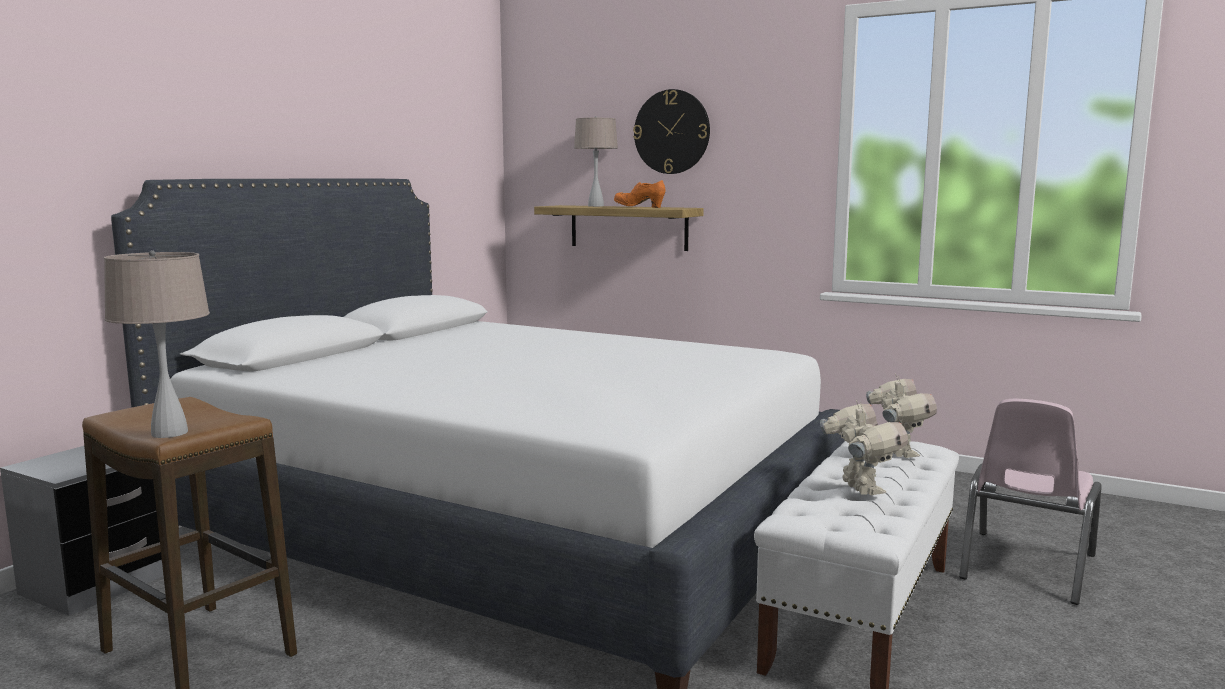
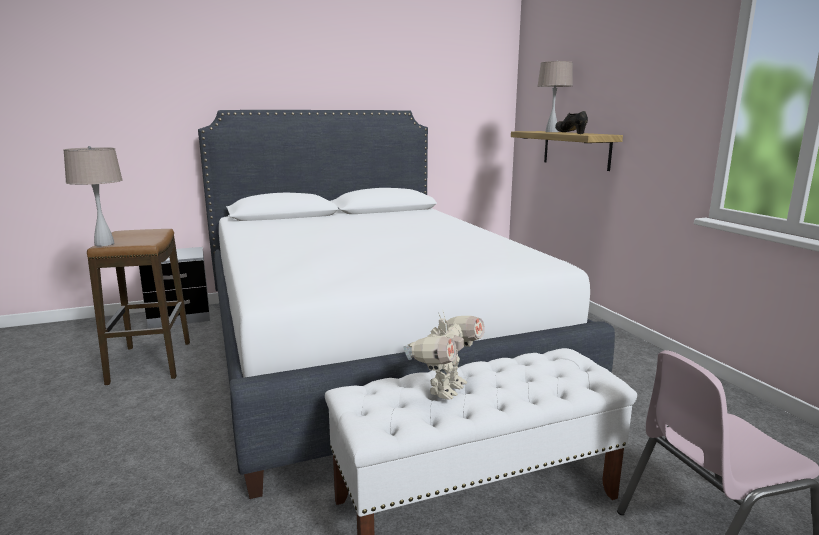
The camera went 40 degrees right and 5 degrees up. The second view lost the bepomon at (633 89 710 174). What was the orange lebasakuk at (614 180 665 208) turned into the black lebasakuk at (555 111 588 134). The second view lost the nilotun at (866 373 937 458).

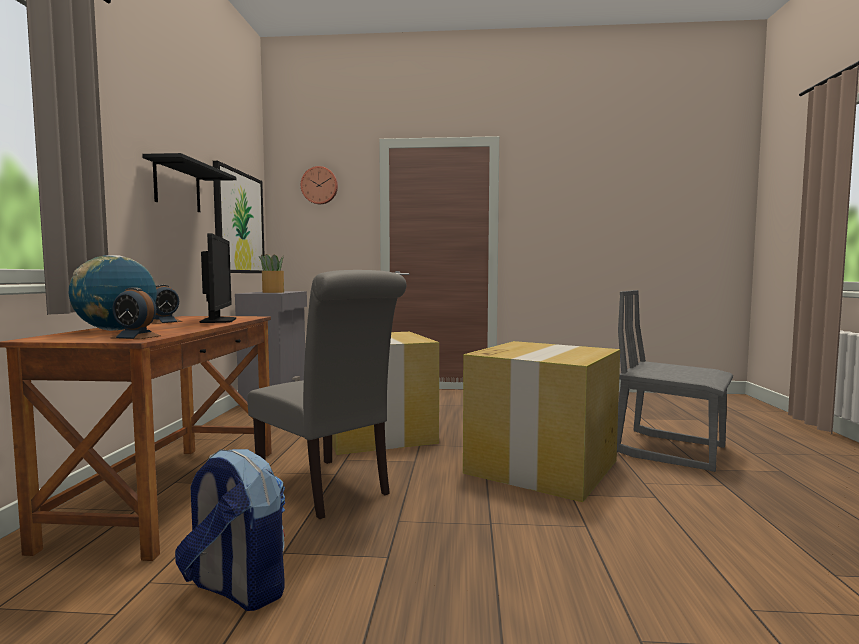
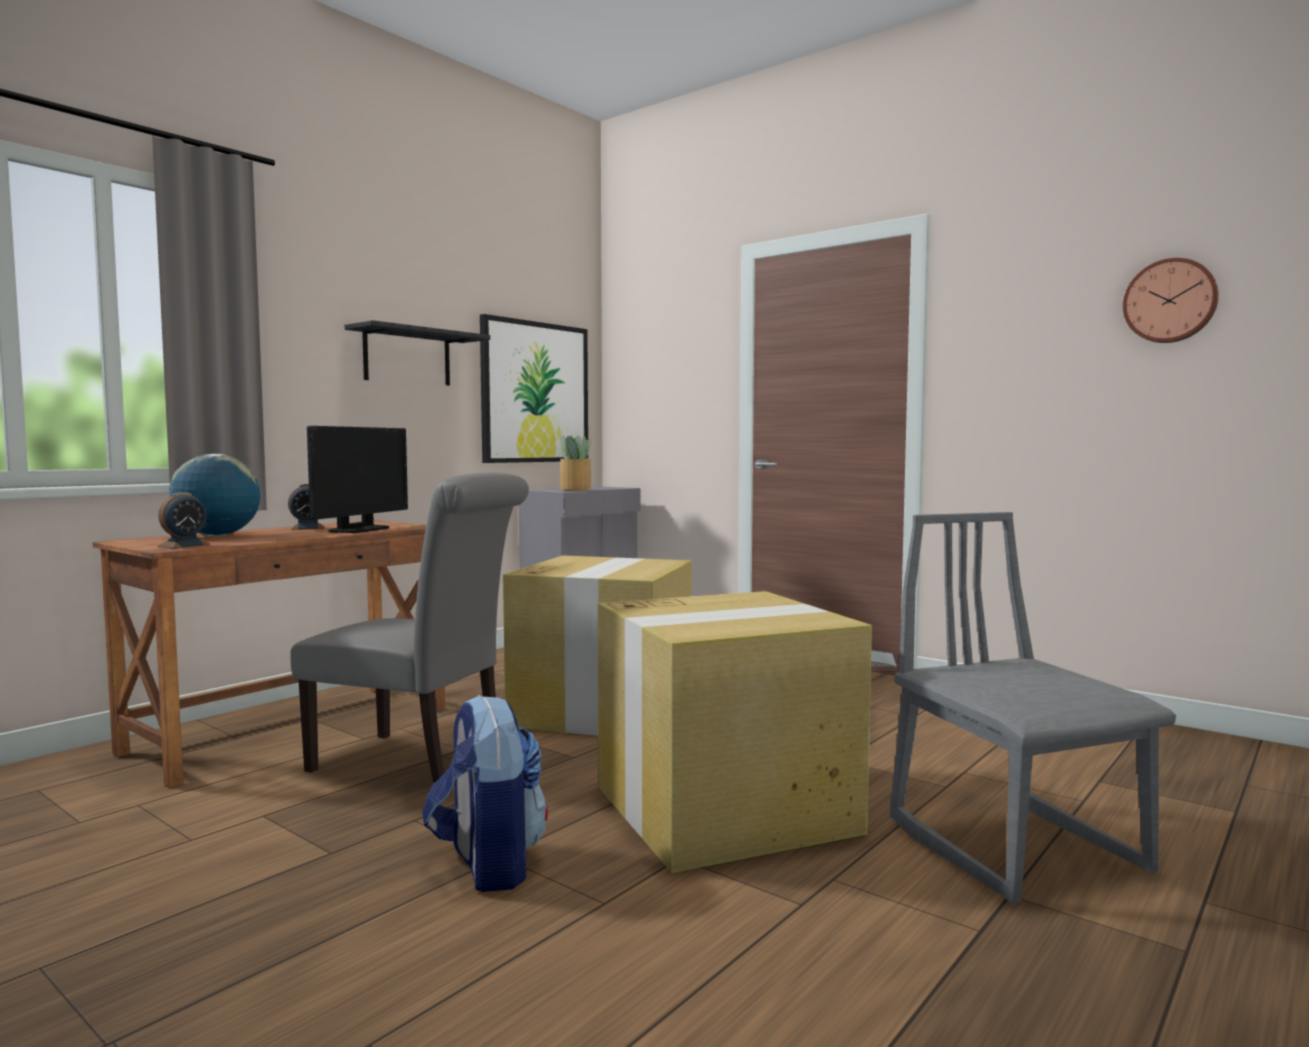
The camera went 35 degrees right and 0 degrees up. The bepomon ended up elsewhere, having gone from (301 166 338 204) to (1122 258 1219 343). The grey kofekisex at (248 270 406 519) ended up facing another way, 60 degrees counterclockwise from before. The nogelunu at (111 287 161 339) ended up facing another way, 105 degrees counterclockwise from before. The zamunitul ended up elsewhere, having gone from (175 449 285 611) to (422 694 548 892).

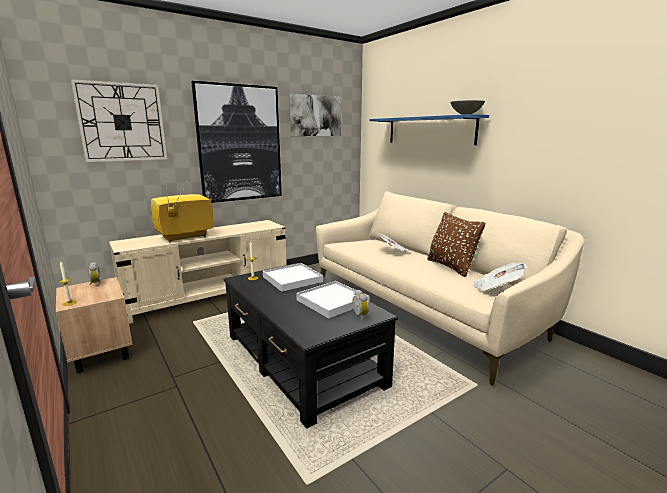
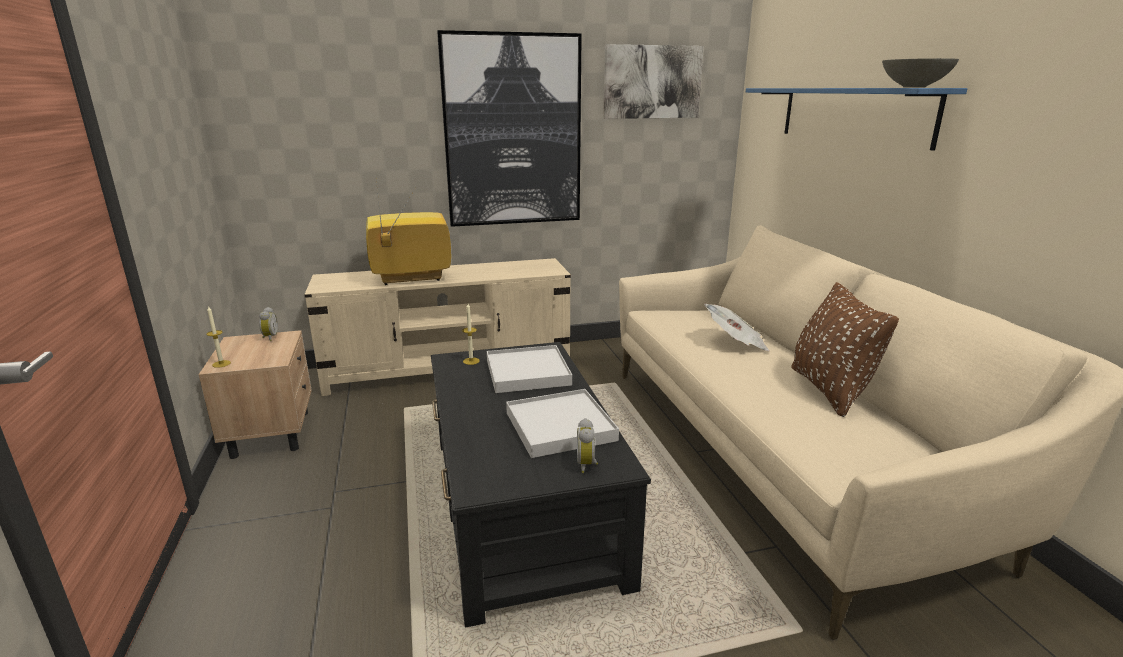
The camera went 20 degrees right and 5 degrees up. The second view lost the bepomon at (71 79 167 162). The second view lost the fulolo at (471 263 527 291).

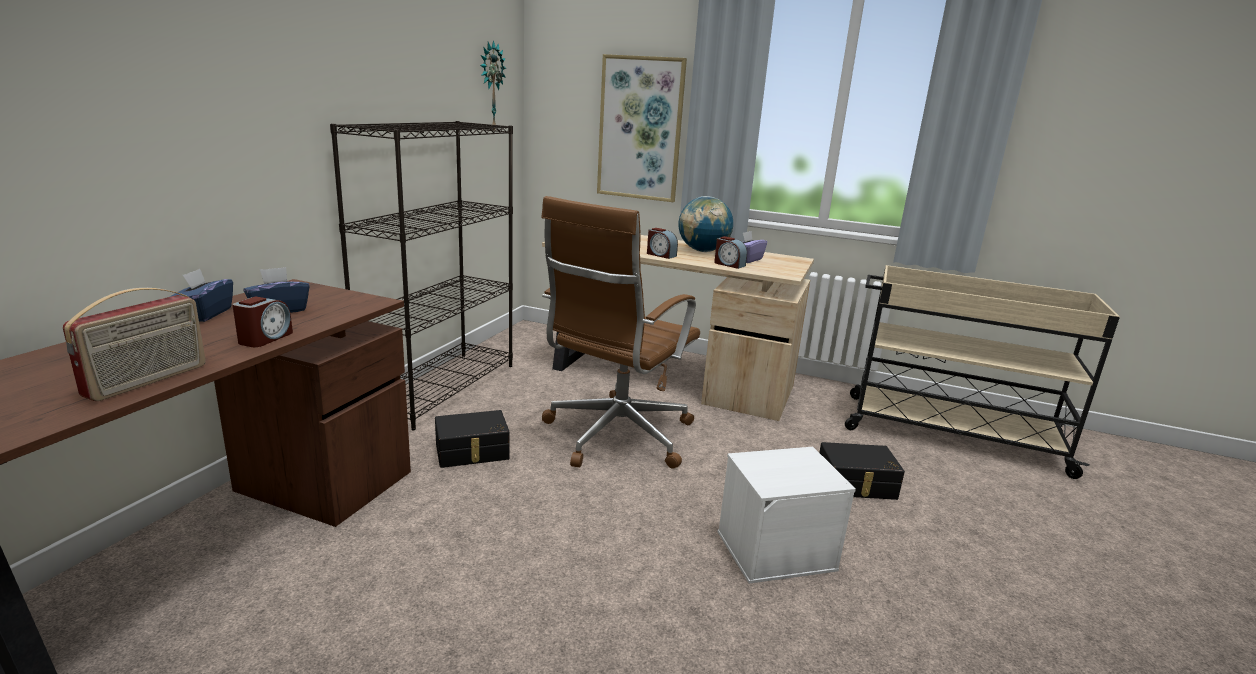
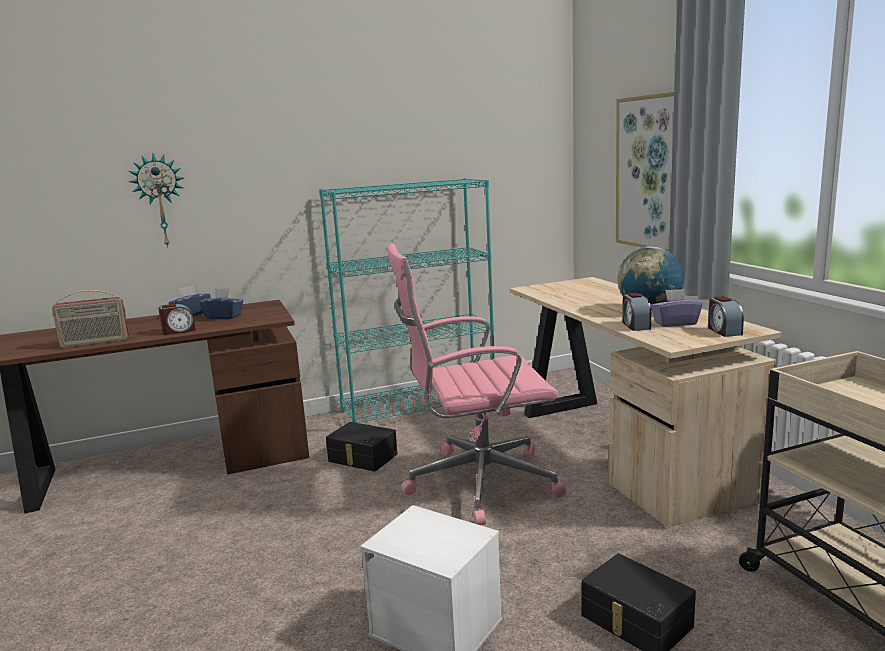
The camera went 50 degrees right and 5 degrees down. The bepomon ended up elsewhere, having gone from (480 40 506 130) to (129 153 184 248). What was the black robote at (330 121 513 430) turned into the turquoise robote at (319 178 495 423). What was the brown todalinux at (541 196 700 469) turned into the pink todalinux at (388 243 567 525). The nogelunu ended up elsewhere, having gone from (647 228 678 259) to (708 296 744 337).

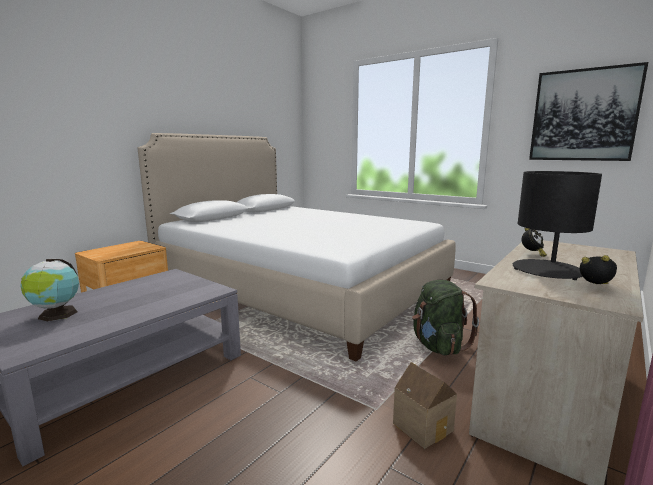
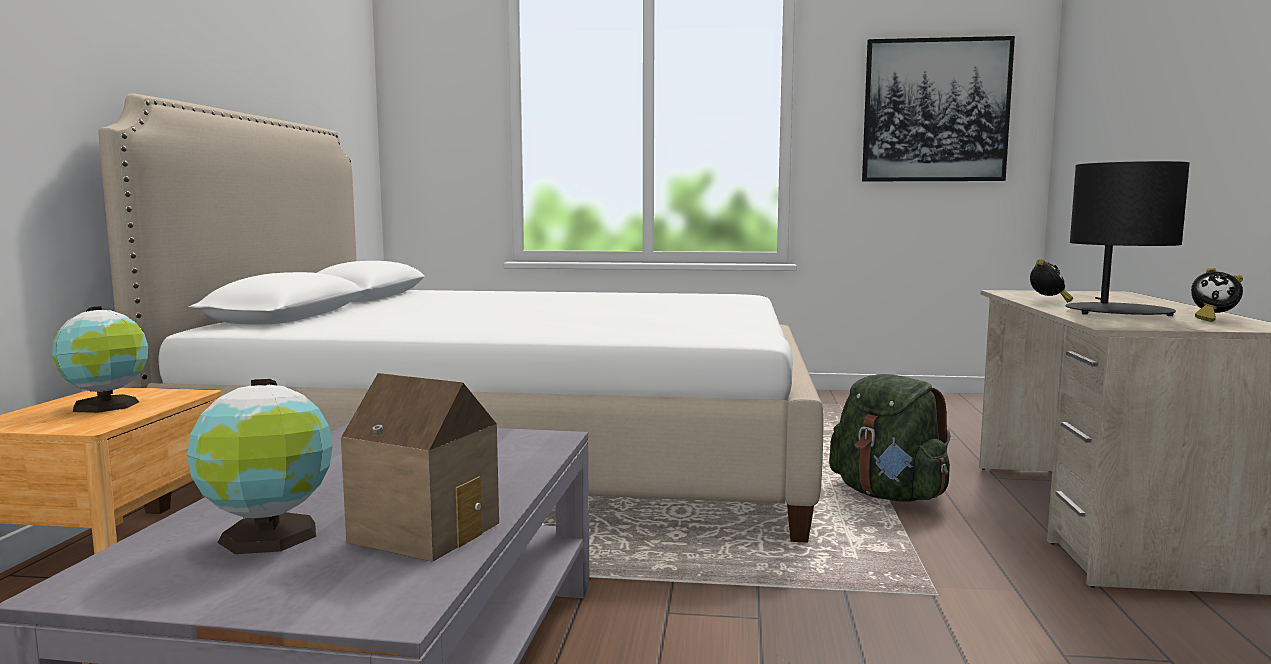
The camera went 30 degrees left and 5 degrees down. The nogelunu at (580 255 617 284) ended up facing another way, 150 degrees counterclockwise from before. The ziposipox ended up elsewhere, having gone from (393 362 457 449) to (341 373 499 562). The second view gained the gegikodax at (52 306 148 413).

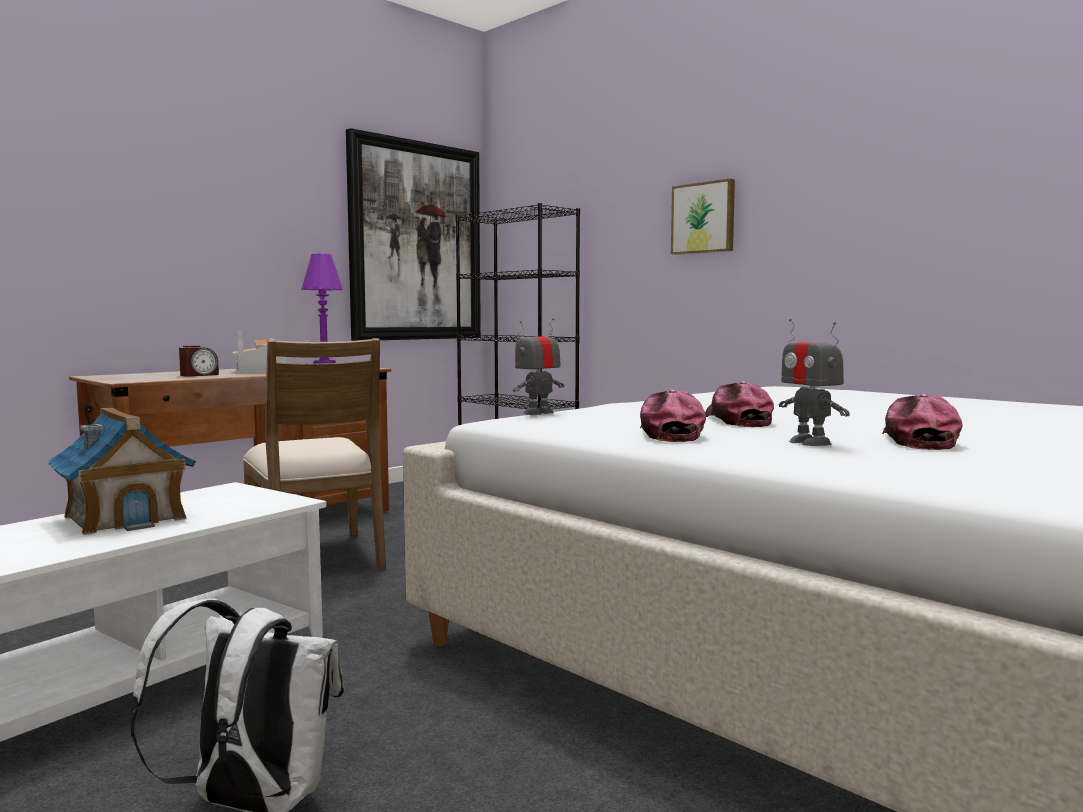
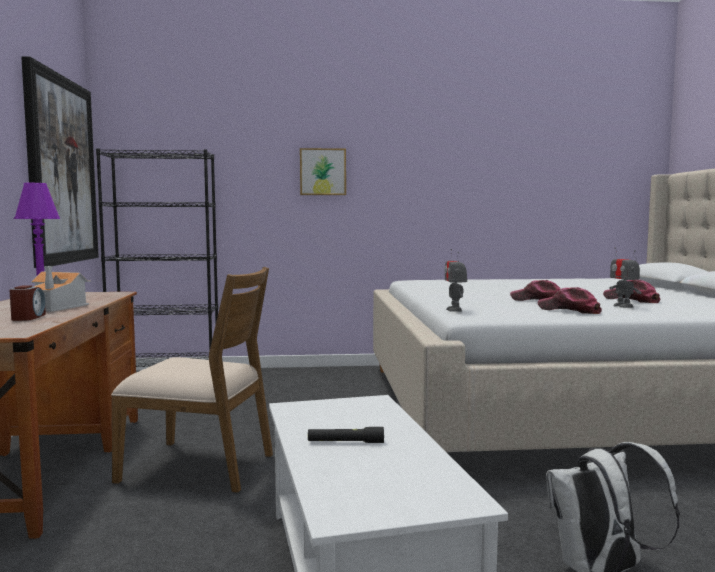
The camera went 50 degrees left and 0 degrees up. The nilotun at (779 319 850 446) ended up facing another way, 60 degrees clockwise from before. Where the ziposipox stood at (48 408 196 535), the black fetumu came to stand at (308 427 384 443).

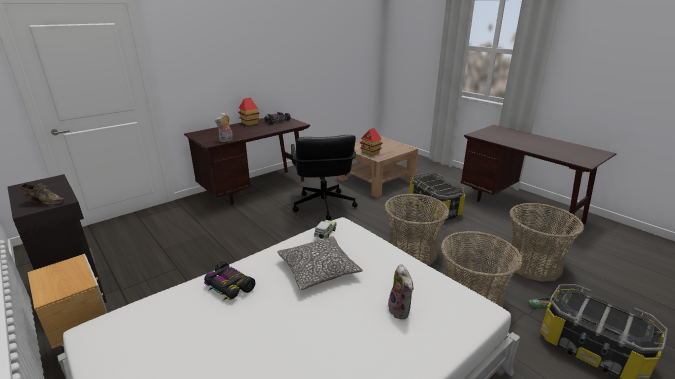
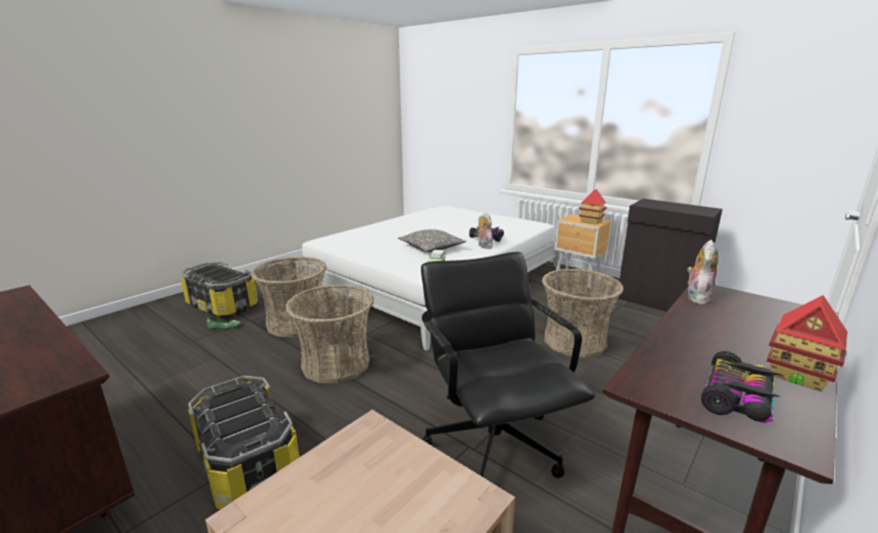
The camera went 170 degrees right and 5 degrees down. The ziposipox ended up elsewhere, having gone from (360 128 383 156) to (579 189 607 225). The second view lost the brown lebasakuk at (21 183 65 205). The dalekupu ended up elsewhere, having gone from (506 203 584 282) to (542 269 624 358). The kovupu ended up elsewhere, having gone from (388 264 414 319) to (478 212 493 249).

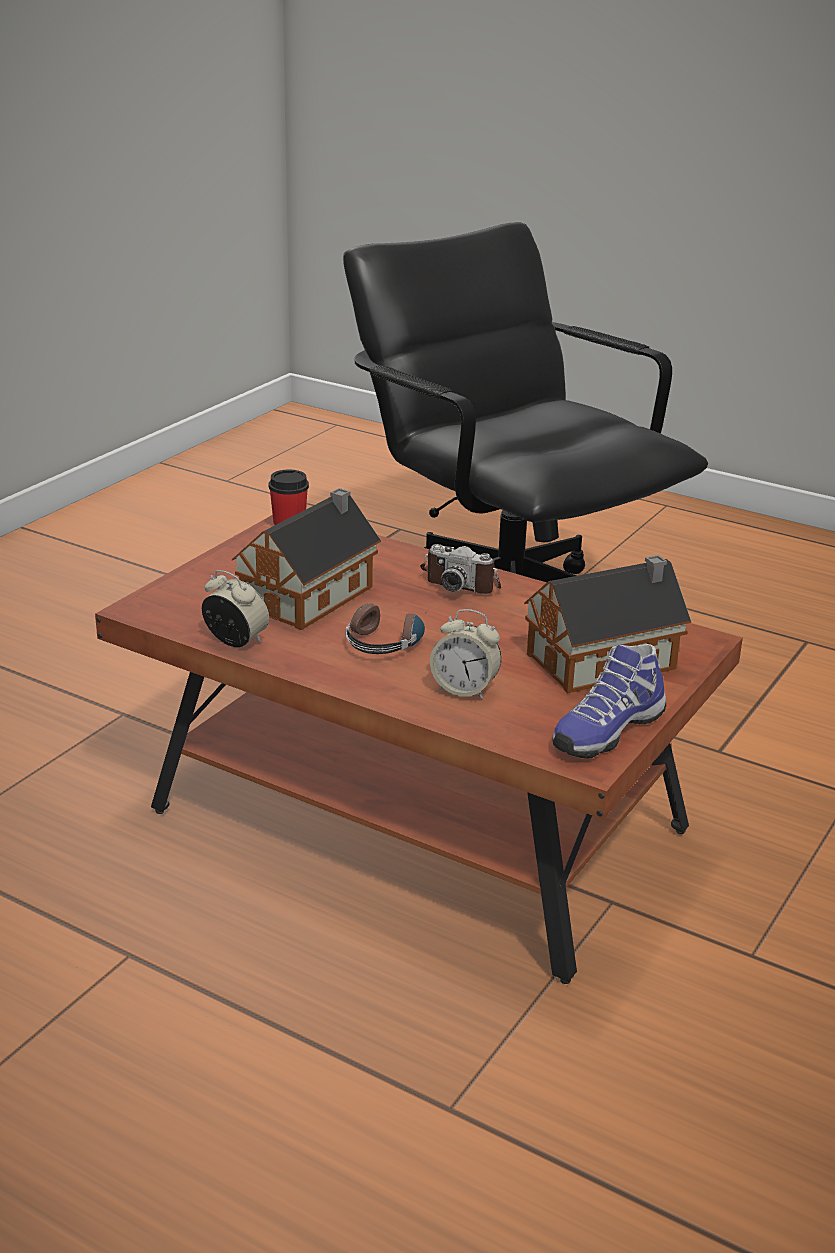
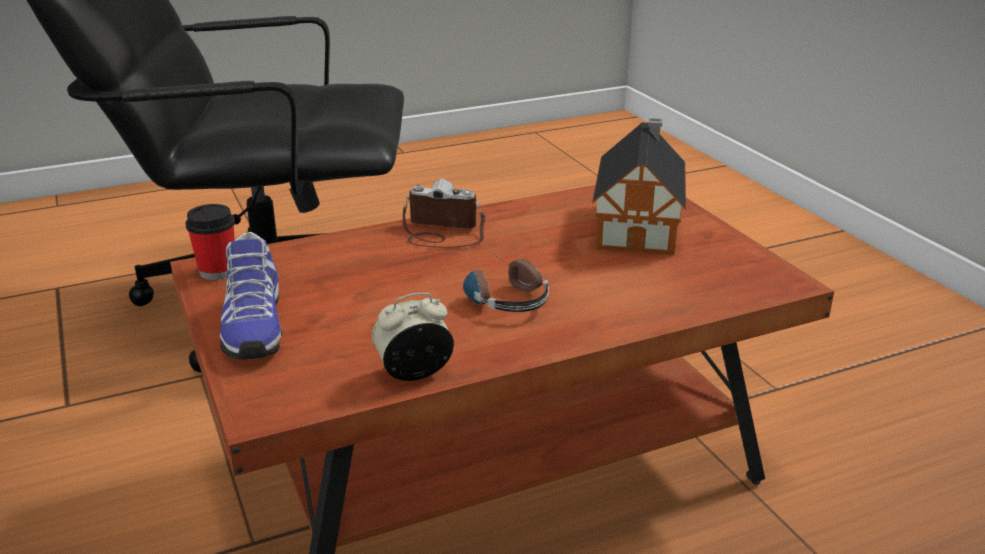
The camera went 55 degrees left and 0 degrees up. The second view lost the ziposipox at (232 488 381 630). The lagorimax at (420 544 501 594) ended up facing another way, 135 degrees counterclockwise from before. The second view lost the nogelunu at (430 609 501 700). The lebasakuk ended up elsewhere, having gone from (552 644 666 759) to (220 232 282 360).

